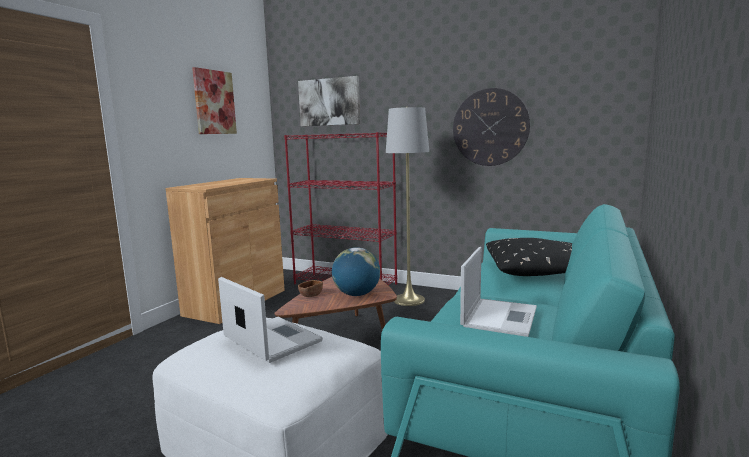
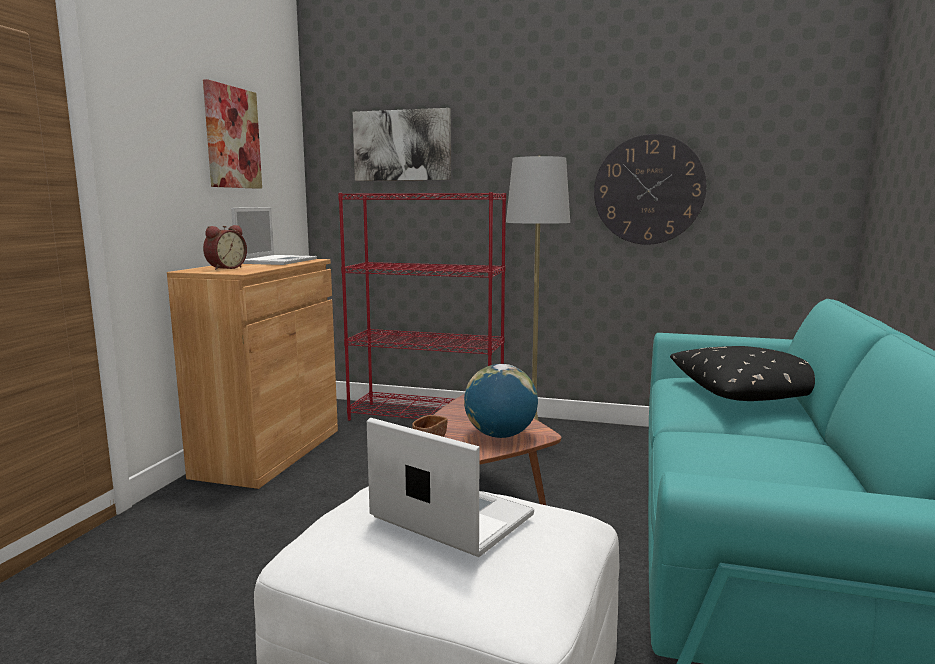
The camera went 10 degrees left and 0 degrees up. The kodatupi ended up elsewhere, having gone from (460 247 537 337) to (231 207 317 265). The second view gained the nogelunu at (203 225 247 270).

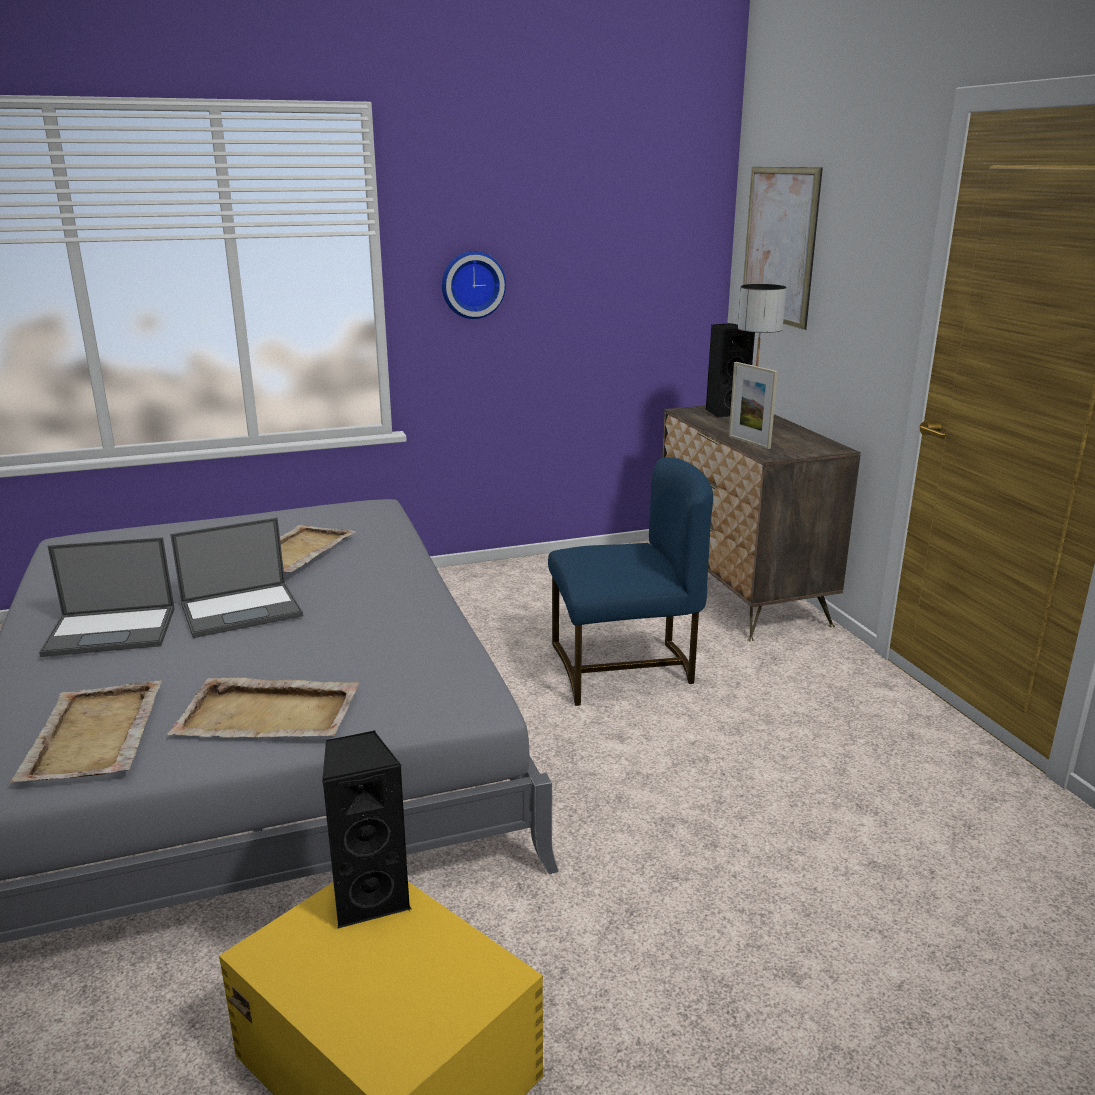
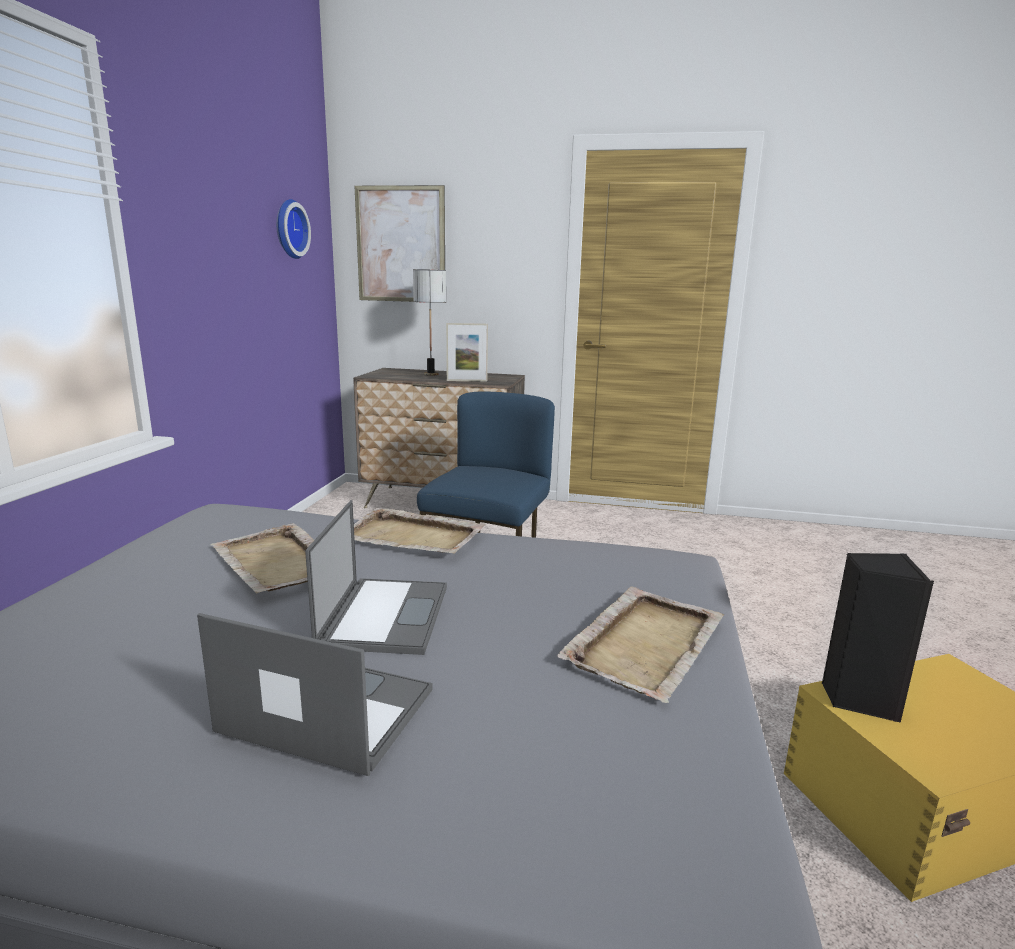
The camera went 60 degrees left and 5 degrees down. The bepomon ended up elsewhere, having gone from (442 251 506 319) to (276 199 311 259). The second view lost the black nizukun at (706 323 755 418). The kodatupi at (39 537 175 657) ended up facing another way, 90 degrees counterclockwise from before. The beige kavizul ended up elsewhere, having gone from (11 680 162 783) to (354 508 485 554).

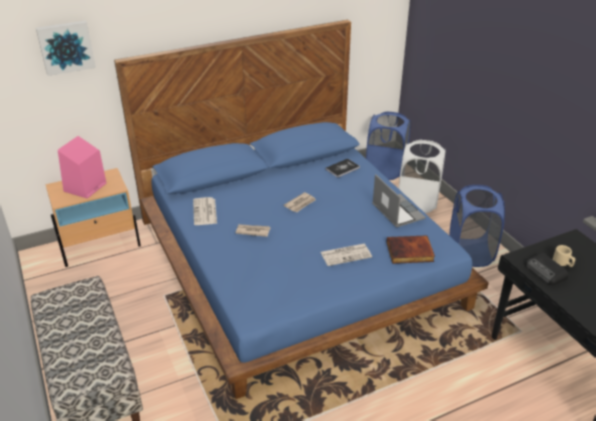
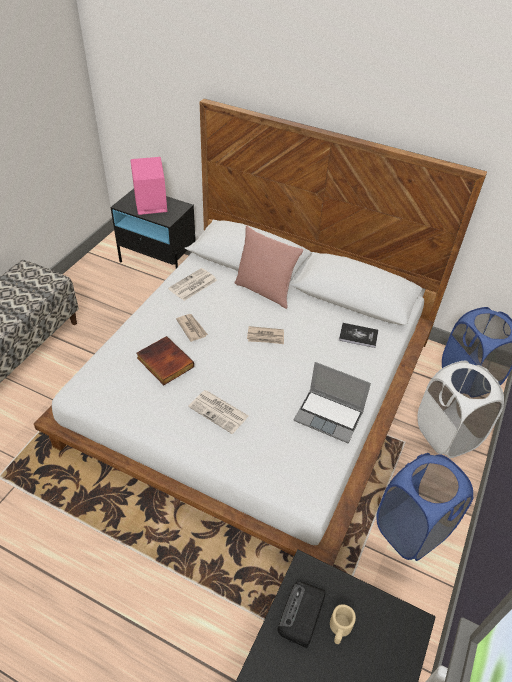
The camera went 50 degrees right and 10 degrees up. The second view lost the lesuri at (36 20 96 76). What was the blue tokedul at (114 20 489 399) turned into the white tokedul at (34 99 487 566). What was the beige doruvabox at (45 168 141 267) turned into the black doruvabox at (110 189 196 268). The kodatupi at (372 174 426 228) ended up facing another way, 90 degrees clockwise from before. The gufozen ended up elsewhere, having gone from (386 235 435 264) to (137 336 194 385). The second view gained the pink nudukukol at (234 226 303 309).

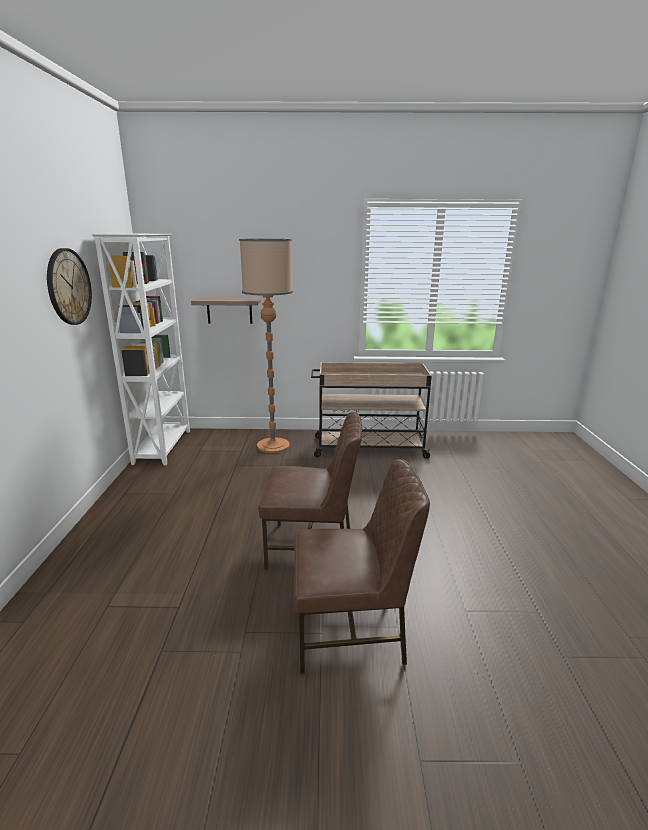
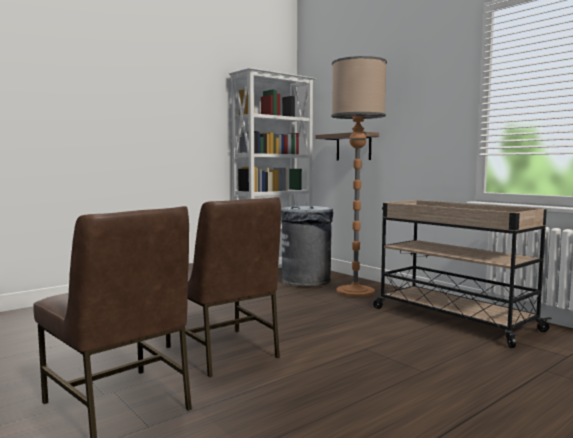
The camera went 50 degrees right and 15 degrees down. The second view lost the bepomon at (47 248 92 325). The second view gained the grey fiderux at (281 206 334 286).

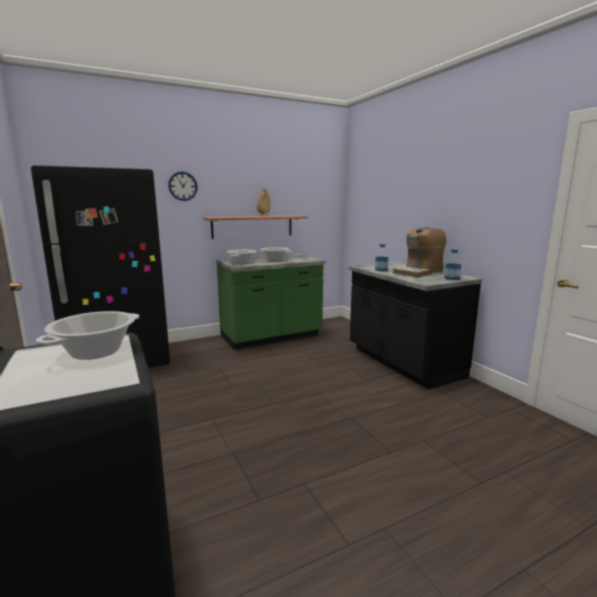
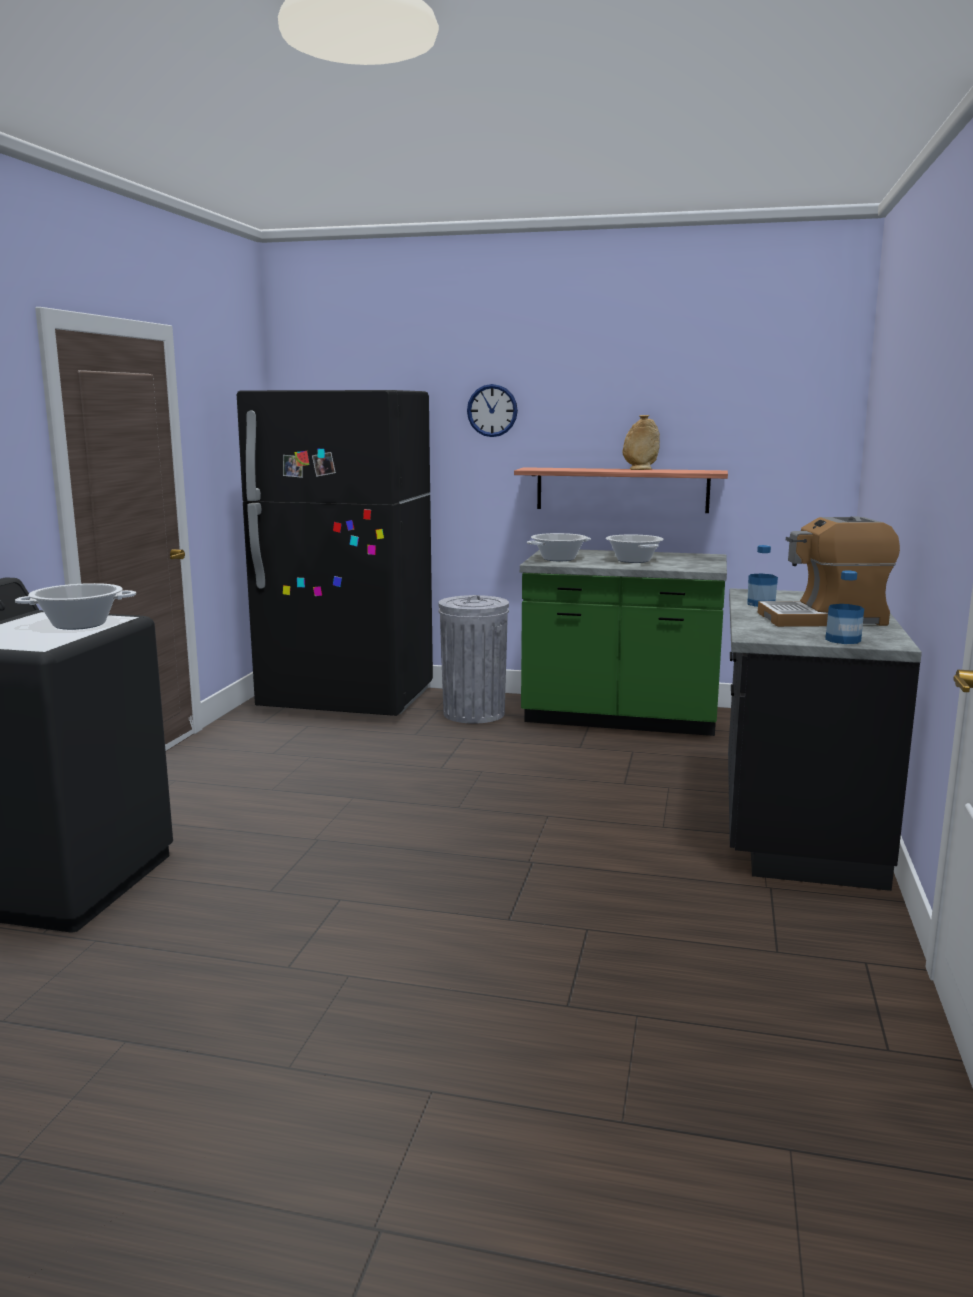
The camera went 40 degrees right and 0 degrees up. The second view gained the grey fiderux at (438 595 509 724).

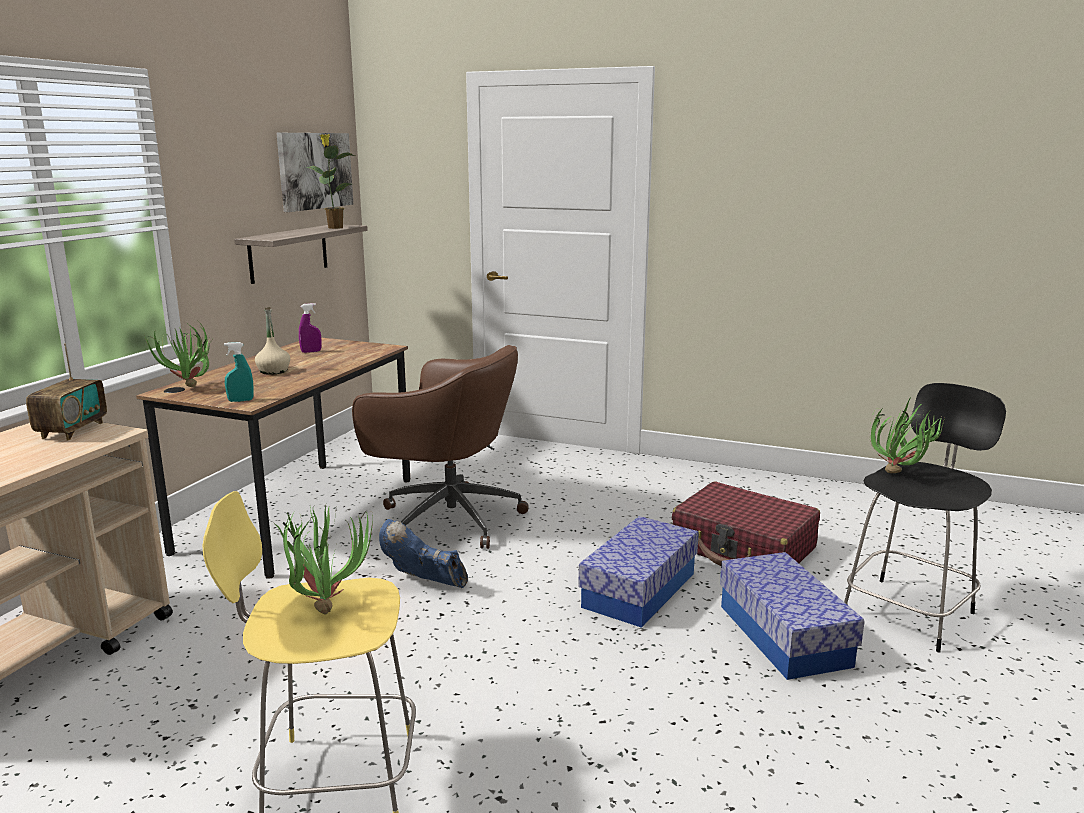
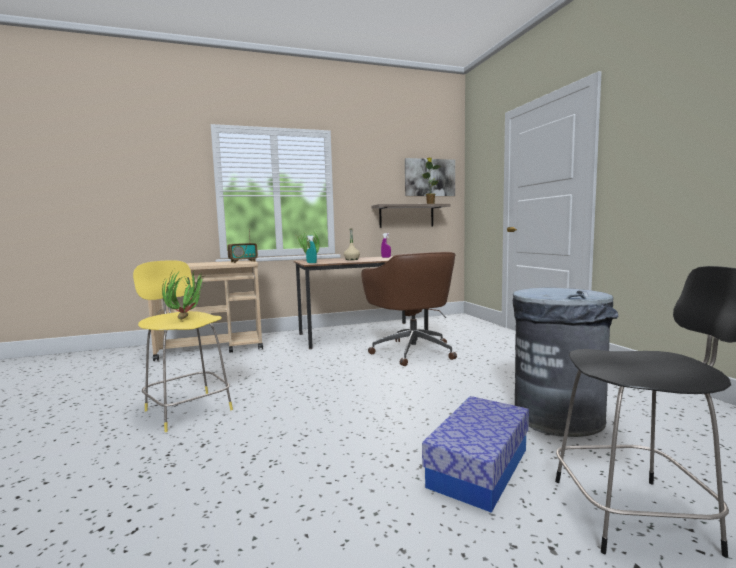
The camera went 50 degrees right and 10 degrees down. The second view lost the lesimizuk at (869 399 945 473). Where the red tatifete stood at (672 481 820 566), the grey fiderux came to stand at (513 287 619 437). The second view lost the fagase at (579 516 699 628). The second view lost the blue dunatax at (379 519 468 588).

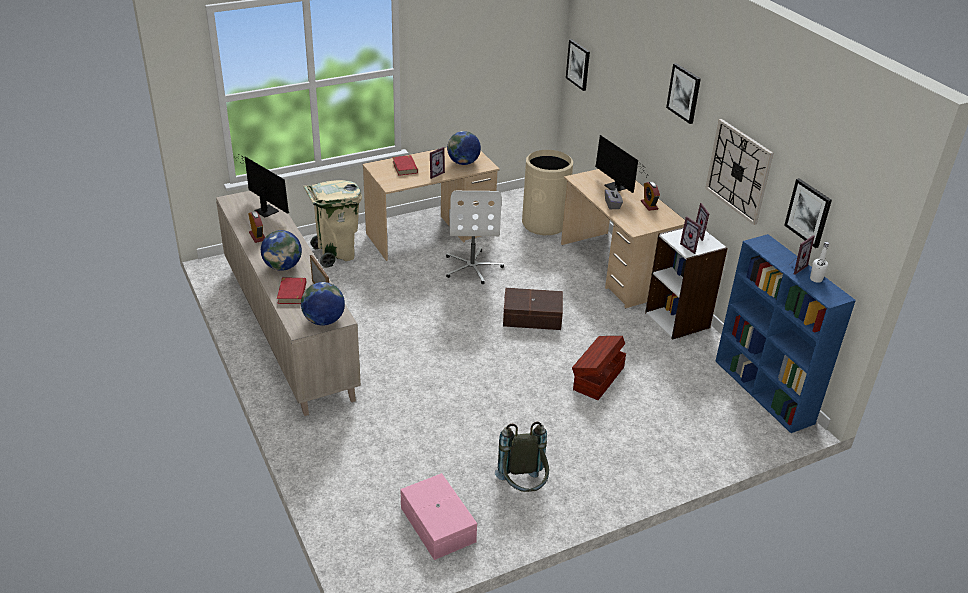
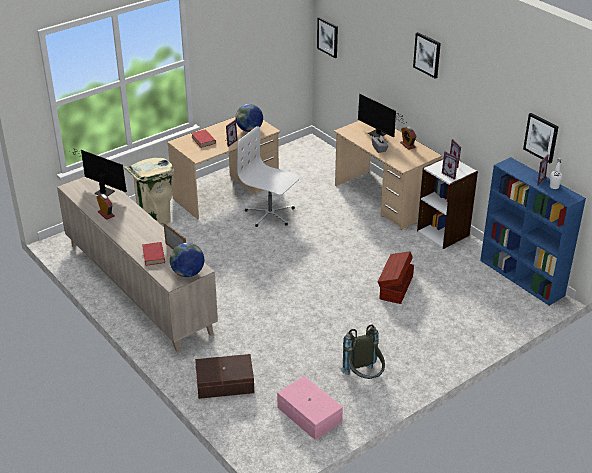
The camera went 10 degrees left and 0 degrees up. The second view lost the bepomon at (705 119 773 225). The second view lost the beige fiderux at (522 150 573 235). The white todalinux at (446 191 504 285) ended up facing another way, 135 degrees clockwise from before. The second view lost the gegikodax at (261 230 302 271). The brown fagase ended up elsewhere, having gone from (503 288 563 330) to (195 354 254 399).

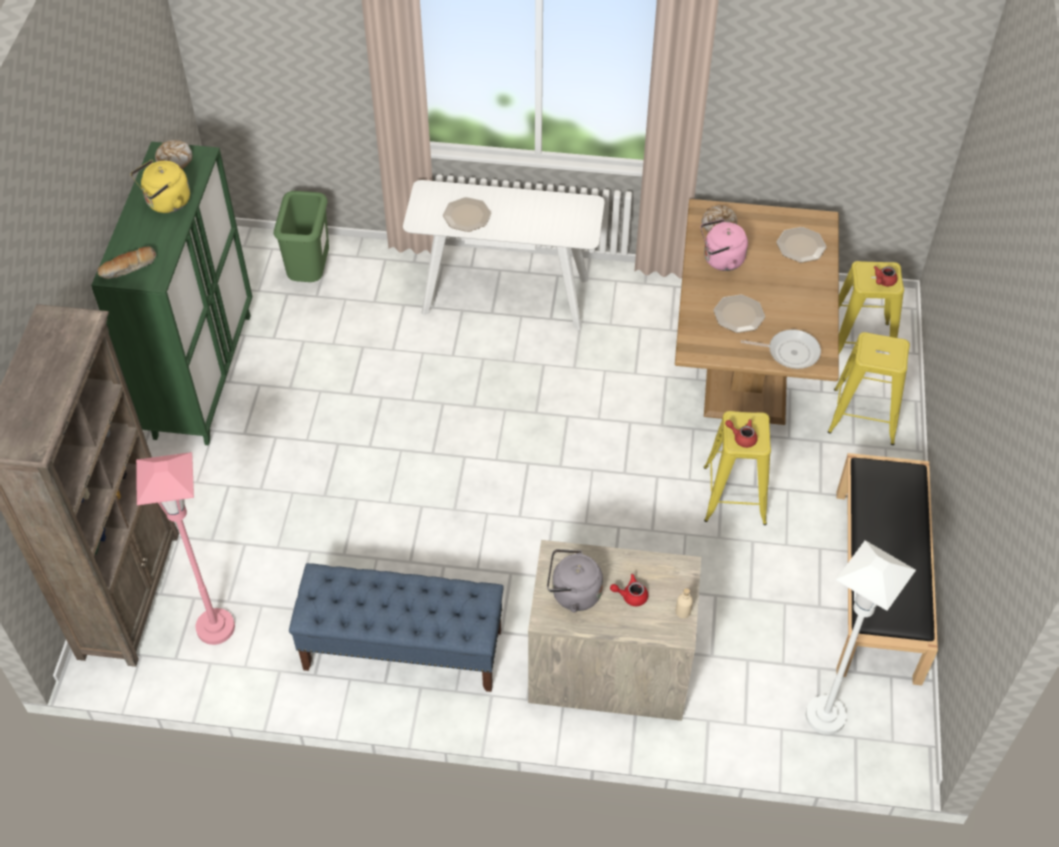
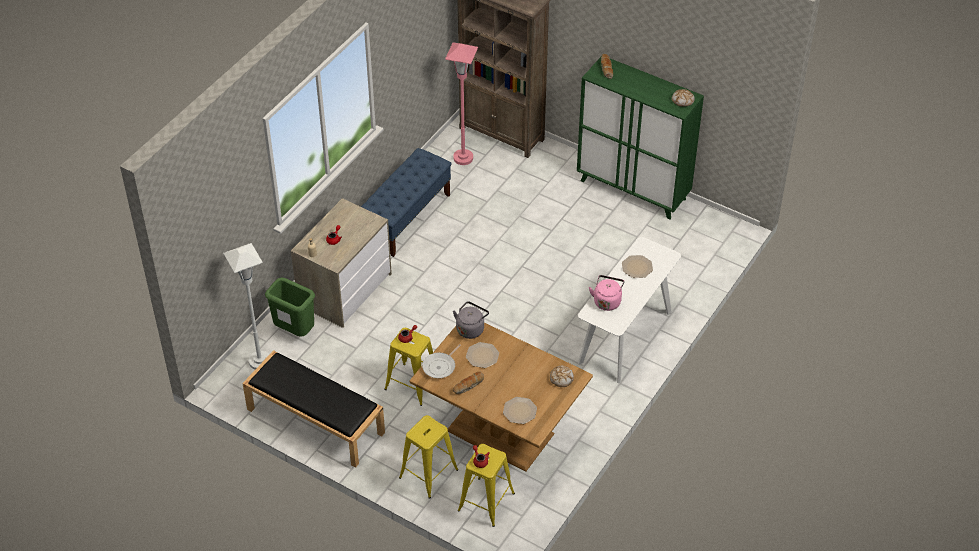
The camera went 115 degrees right and 5 degrees down. The second view lost the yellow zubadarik at (131 160 190 213). The green fiderux ended up elsewhere, having gone from (274 191 329 282) to (265 278 315 336). The pink zubadarik ended up elsewhere, having gone from (701 219 748 271) to (589 275 624 311). The grey zubadarik ended up elsewhere, having gone from (547 549 603 613) to (453 301 489 339). The second view gained the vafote at (453 372 484 394).

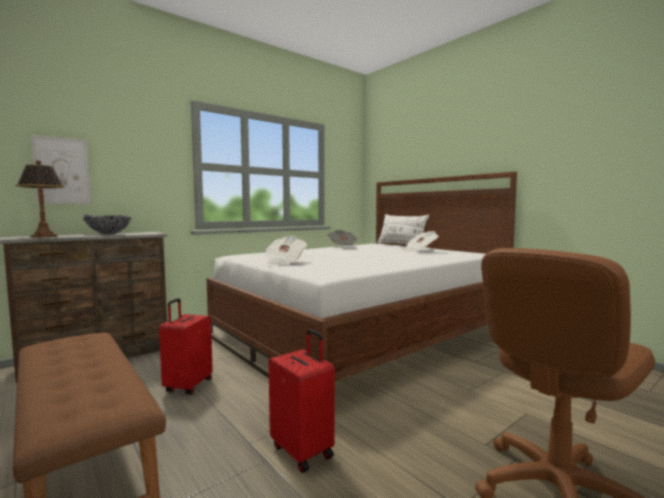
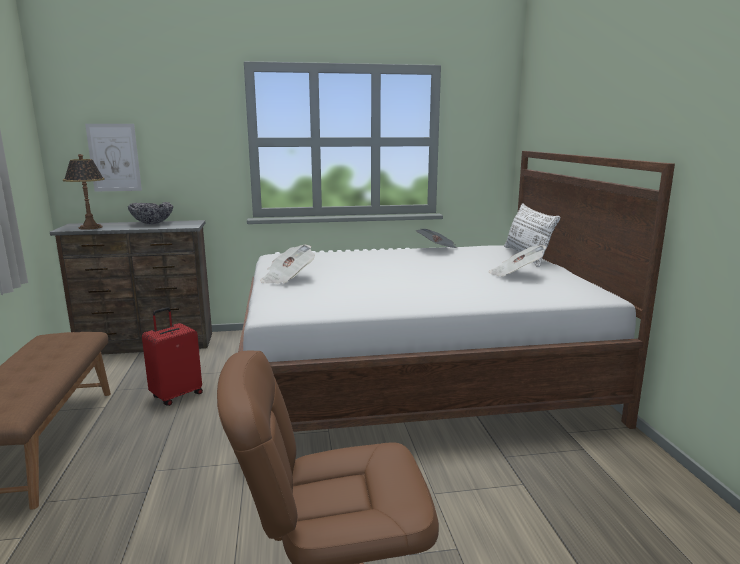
The camera went 30 degrees right and 10 degrees up. The second view lost the red tatifete at (268 329 335 473).

